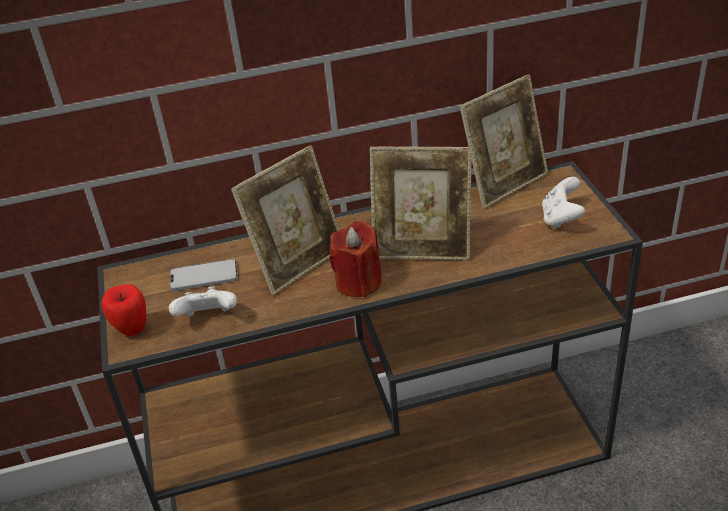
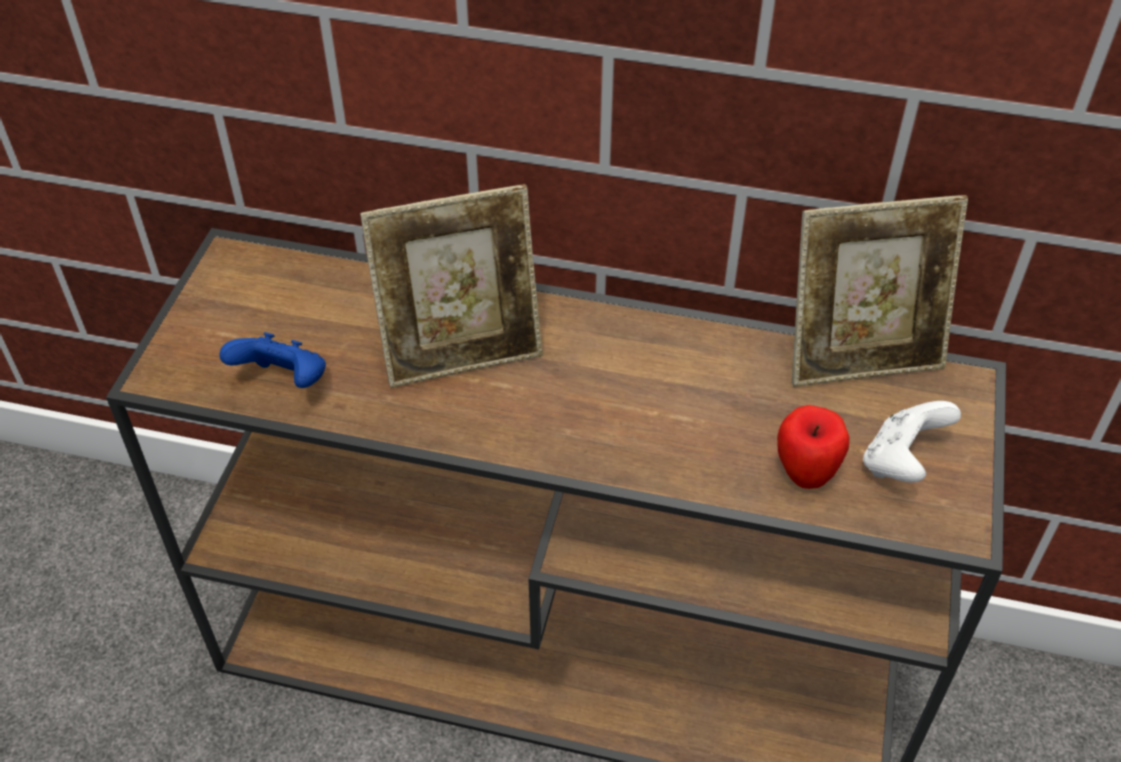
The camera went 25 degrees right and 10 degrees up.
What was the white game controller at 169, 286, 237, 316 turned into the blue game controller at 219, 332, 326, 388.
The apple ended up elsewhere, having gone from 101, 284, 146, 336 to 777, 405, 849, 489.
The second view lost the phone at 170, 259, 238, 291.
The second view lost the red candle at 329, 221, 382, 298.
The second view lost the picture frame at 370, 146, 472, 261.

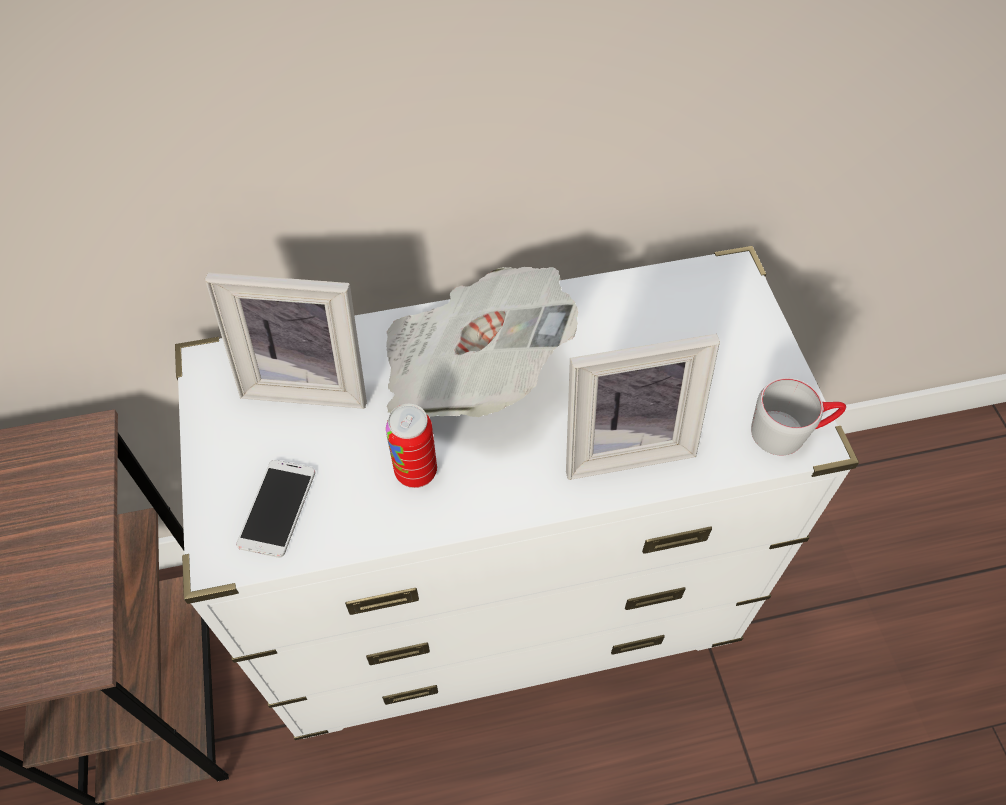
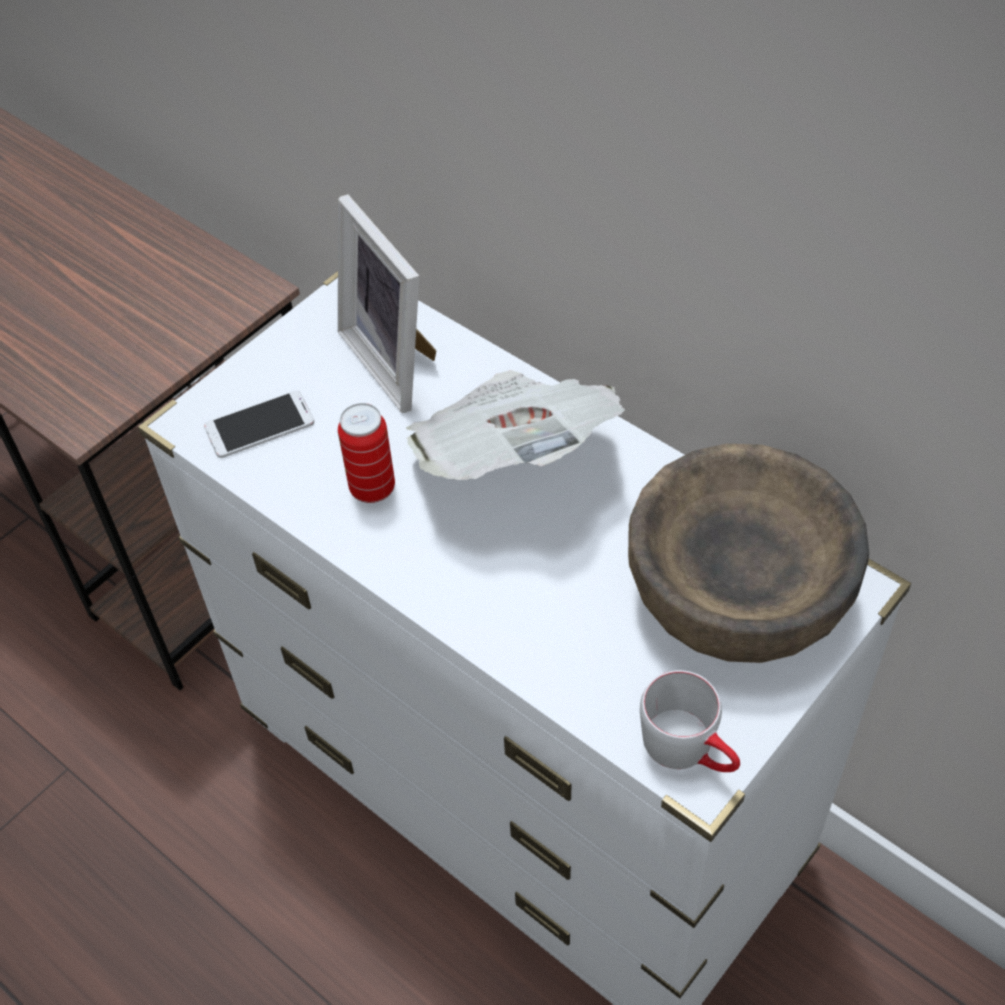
The camera went 55 degrees right and 5 degrees down.
The second view gained the brown bowl at 628, 444, 869, 663.
The second view lost the picture frame at 566, 334, 720, 480.

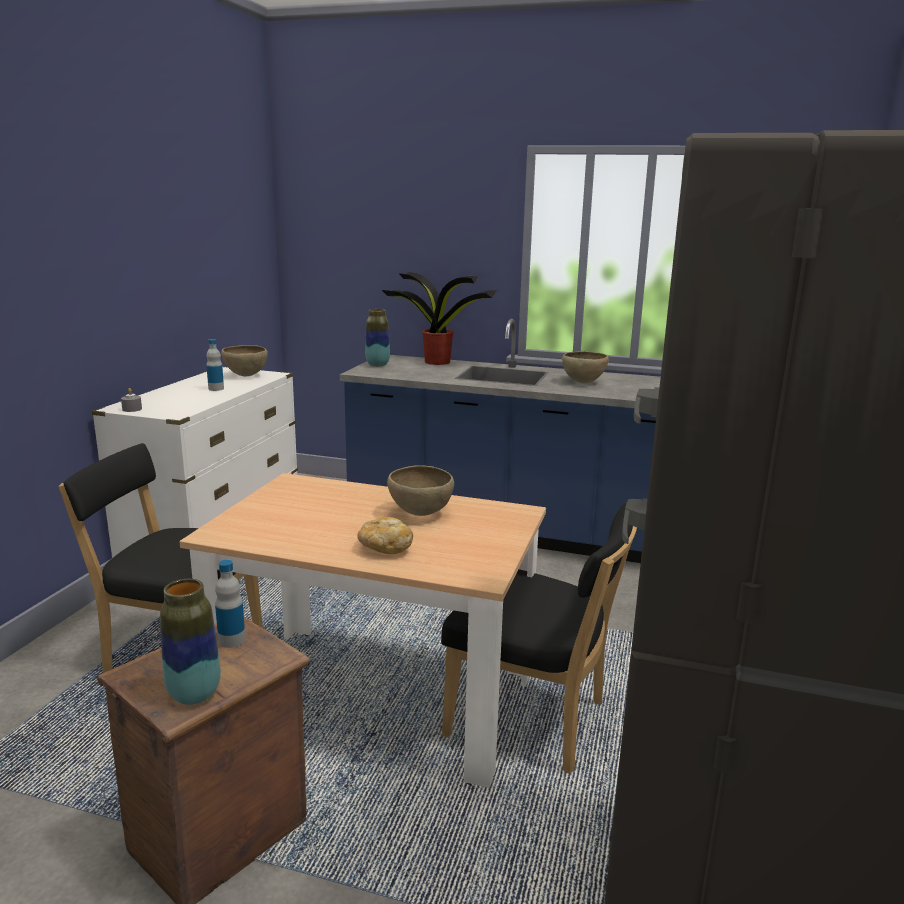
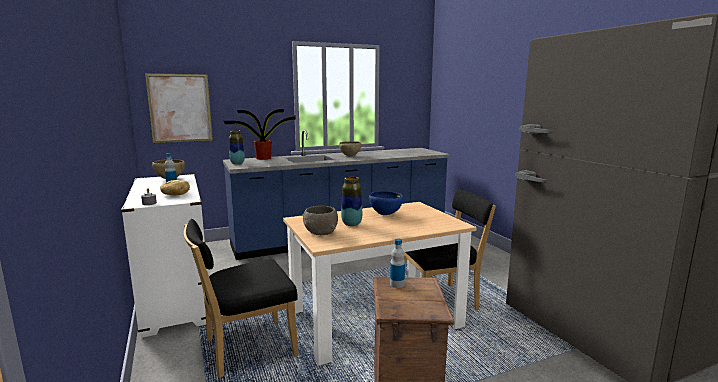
The camera went 40 degrees left and 5 degrees down.
The second view gained the picture at 145, 73, 213, 143.
The bread ended up elsewhere, having gone from 357, 517, 413, 554 to 160, 180, 190, 195.
The second view gained the grey bowl at 302, 206, 338, 235.
The vase ended up elsewhere, having gone from 160, 579, 221, 705 to 341, 177, 362, 226.
What was the brown bowl at 387, 465, 454, 516 turned into the blue bowl at 369, 191, 403, 215.

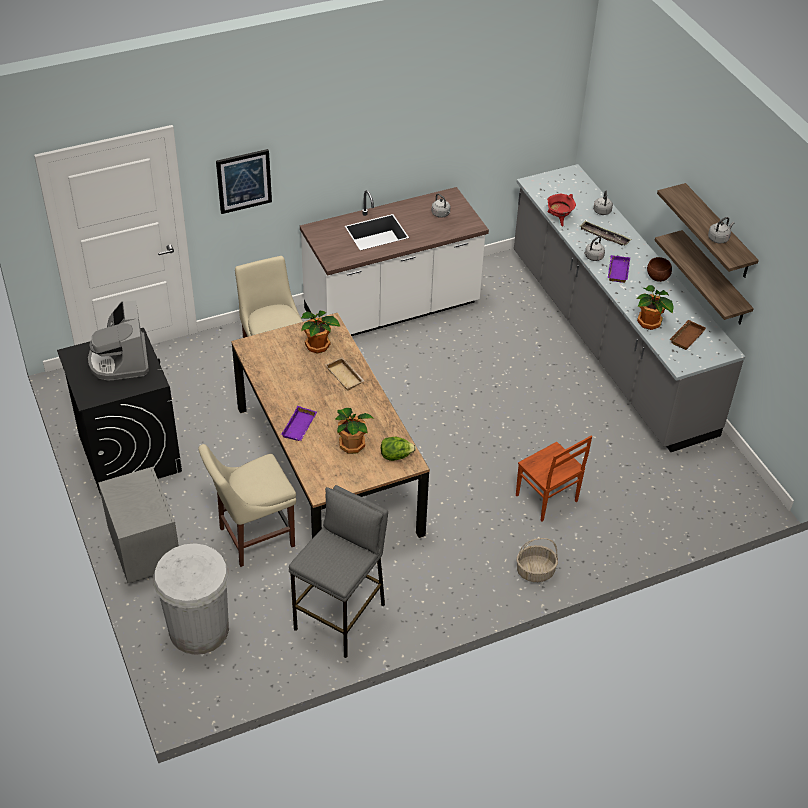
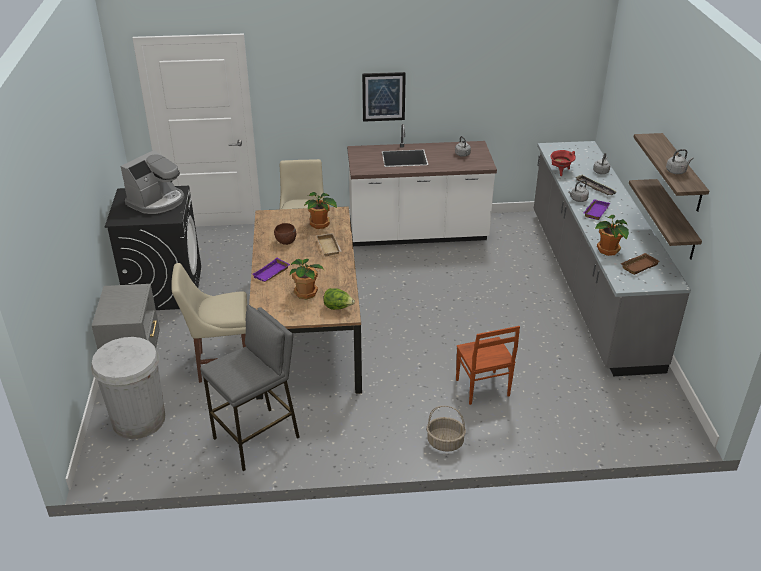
The camera went 20 degrees right and 10 degrees down.
The coffee machine at 88, 301, 149, 381 ended up facing another way, 150 degrees counterclockwise from before.
The brown bowl ended up elsewhere, having gone from 647, 257, 672, 282 to 274, 223, 296, 245.
The picture ended up elsewhere, having gone from 216, 149, 272, 214 to 362, 72, 406, 122.

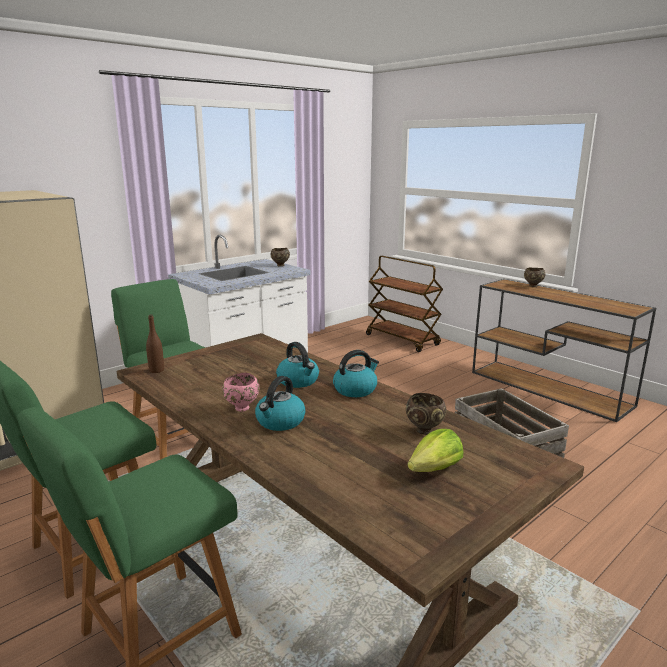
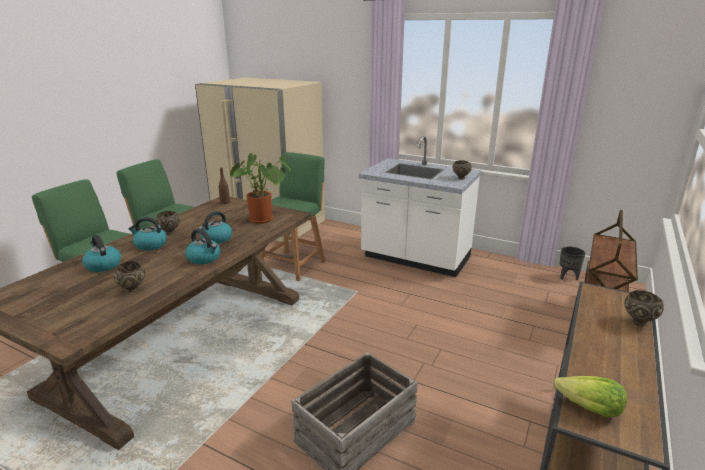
The camera went 70 degrees right and 5 degrees up.
The second view gained the kettle at 82, 235, 121, 272.
What was the pink bowl at 222, 373, 259, 412 turned into the brown bowl at 155, 211, 180, 235.
The second view gained the potted plant at 230, 153, 291, 224.
The lettuce ended up elsewhere, having gone from 407, 429, 463, 472 to 553, 376, 627, 417.
The second view gained the black planter at 559, 246, 585, 280.

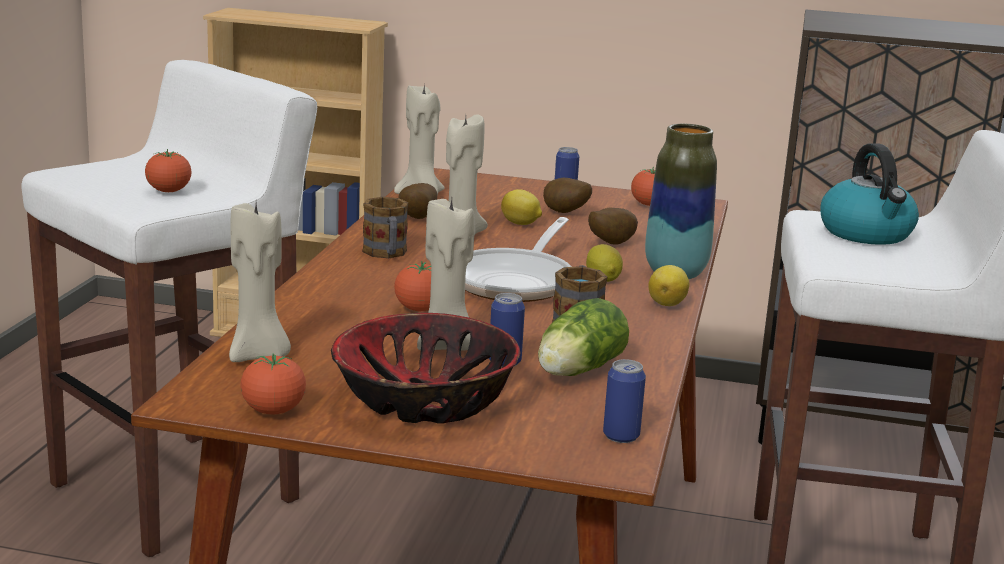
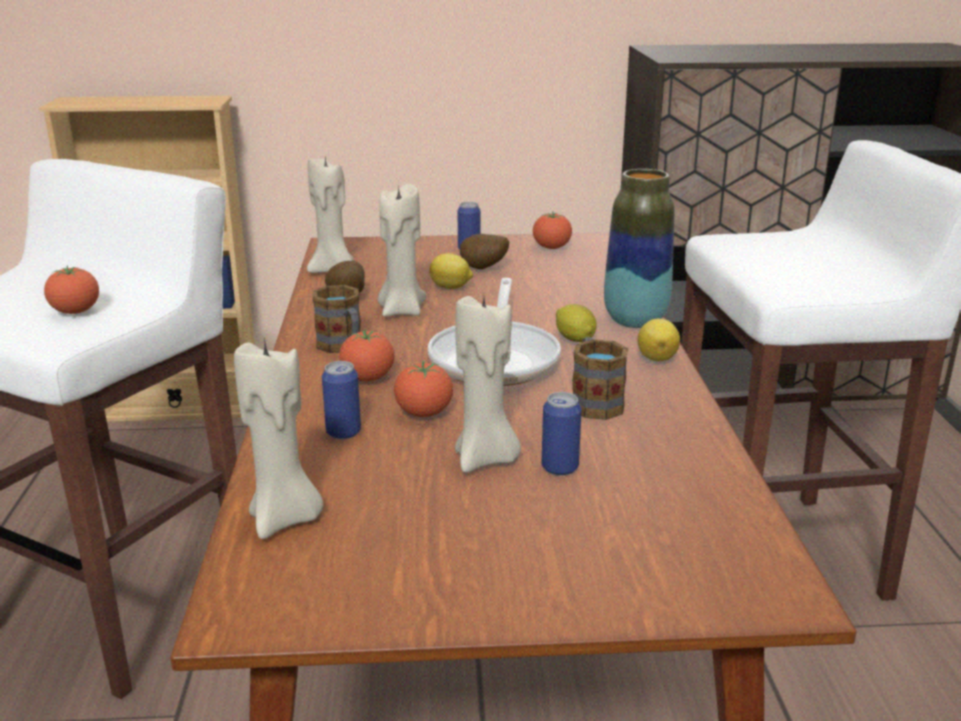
The camera went 15 degrees left and 5 degrees up.
The can ended up elsewhere, having gone from 603, 359, 646, 443 to 322, 361, 361, 439.
The tomato ended up elsewhere, having gone from 240, 354, 306, 414 to 339, 330, 394, 381.
The second view lost the bowl at 331, 313, 521, 424.
The second view lost the lettuce at 538, 298, 629, 376.
The second view lost the potato at 588, 208, 638, 244.
The second view lost the kettle at 820, 144, 919, 245.

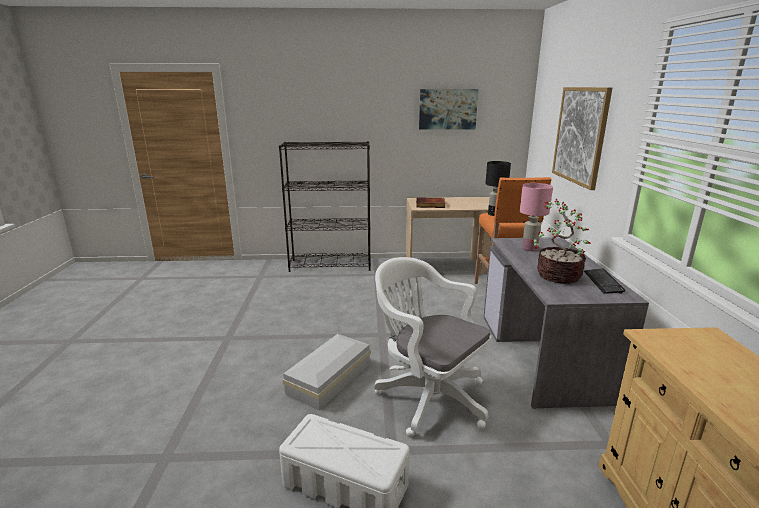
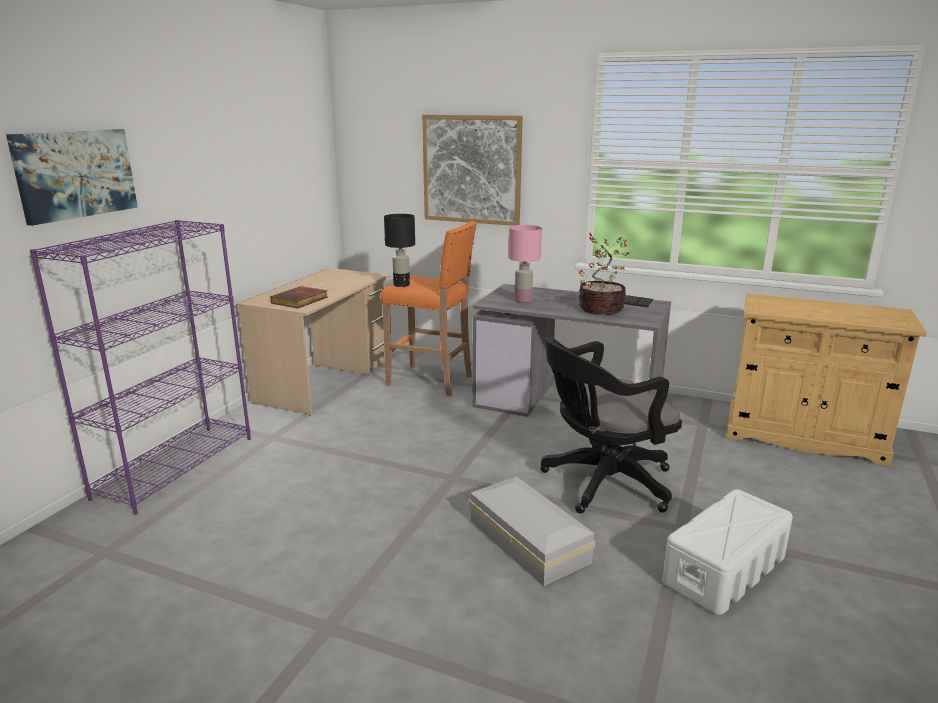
The camera went 65 degrees left and 0 degrees up.
The picture ended up elsewhere, having gone from 419, 89, 478, 130 to 6, 129, 138, 226.
What was the black bookcase at 279, 141, 371, 272 turned into the purple bookcase at 30, 220, 251, 515.
What was the white office chair at 374, 257, 491, 437 turned into the black office chair at 541, 337, 682, 513.

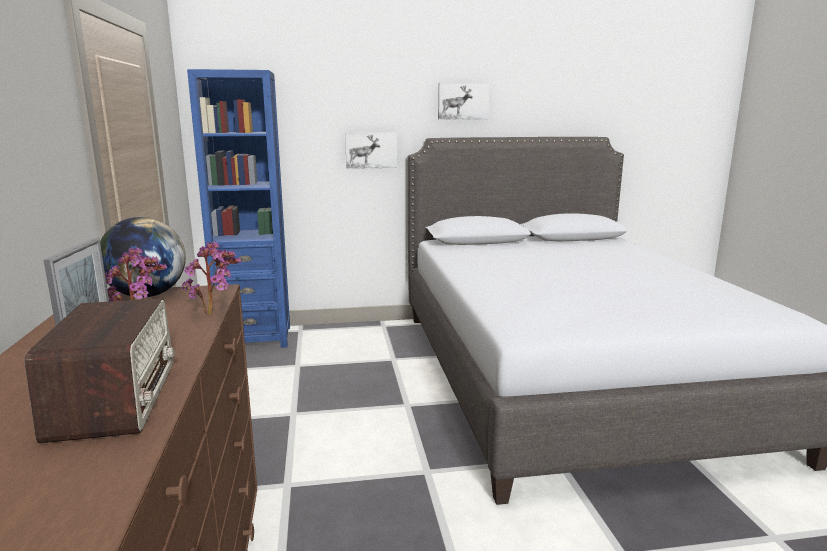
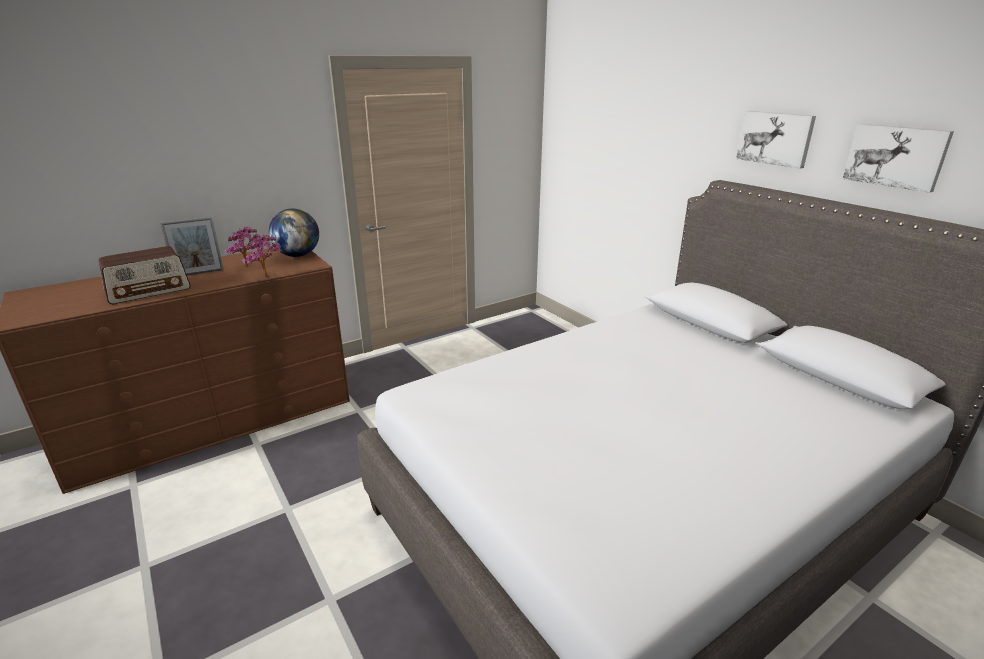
The camera went 65 degrees right and 10 degrees up.
The picture ended up elsewhere, having gone from 345, 132, 397, 169 to 843, 124, 954, 193.
The second view lost the blue bookcase at 187, 69, 290, 348.

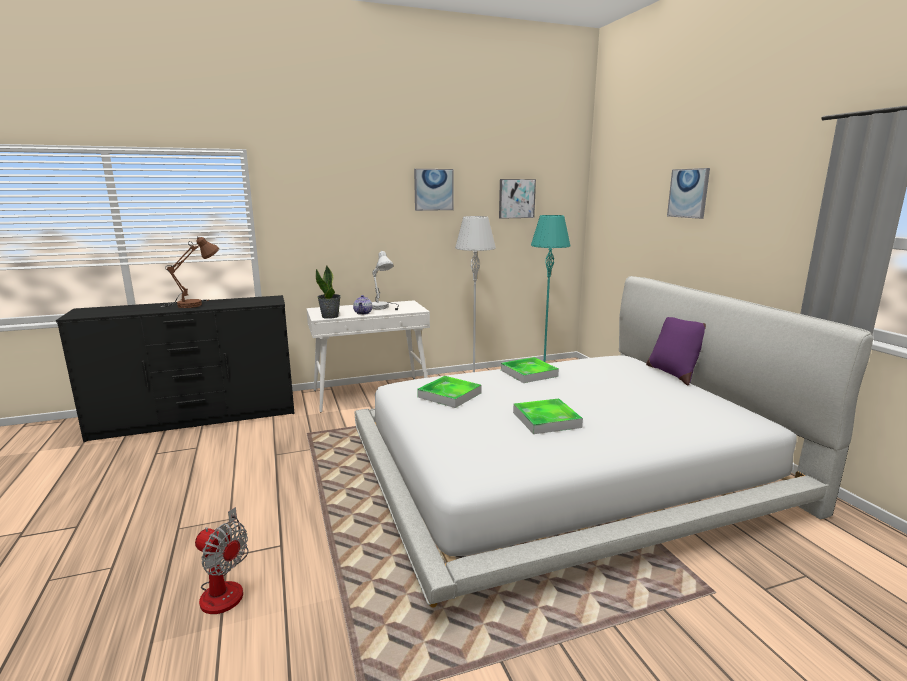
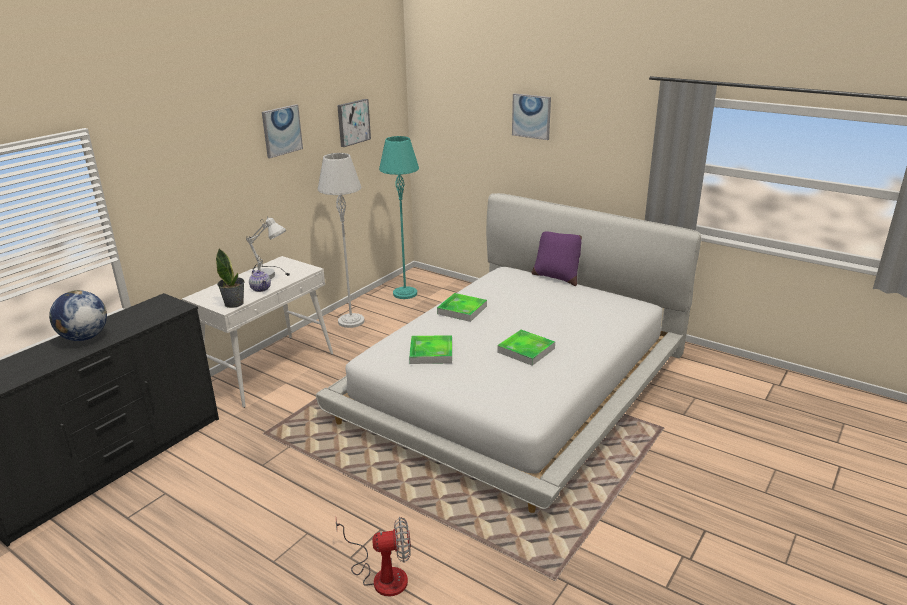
The camera went 35 degrees left and 10 degrees up.
Where the brown table lamp stood at 161, 237, 219, 308, the globe came to stand at 49, 290, 107, 341.

